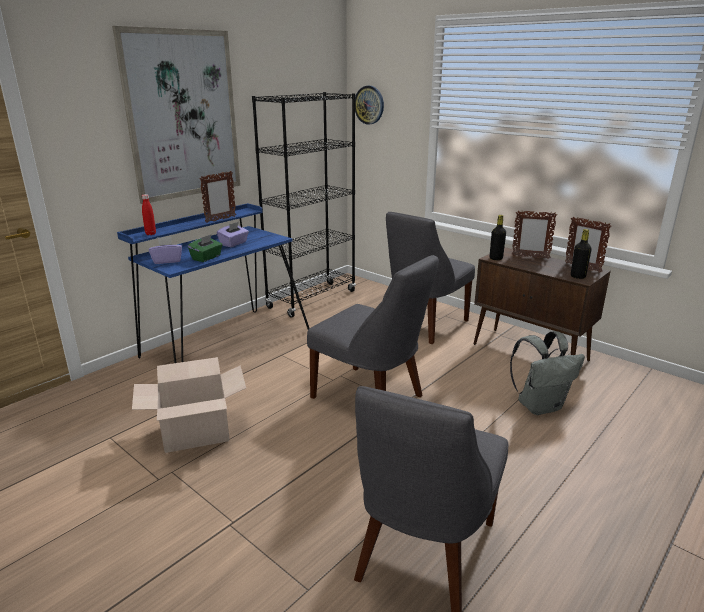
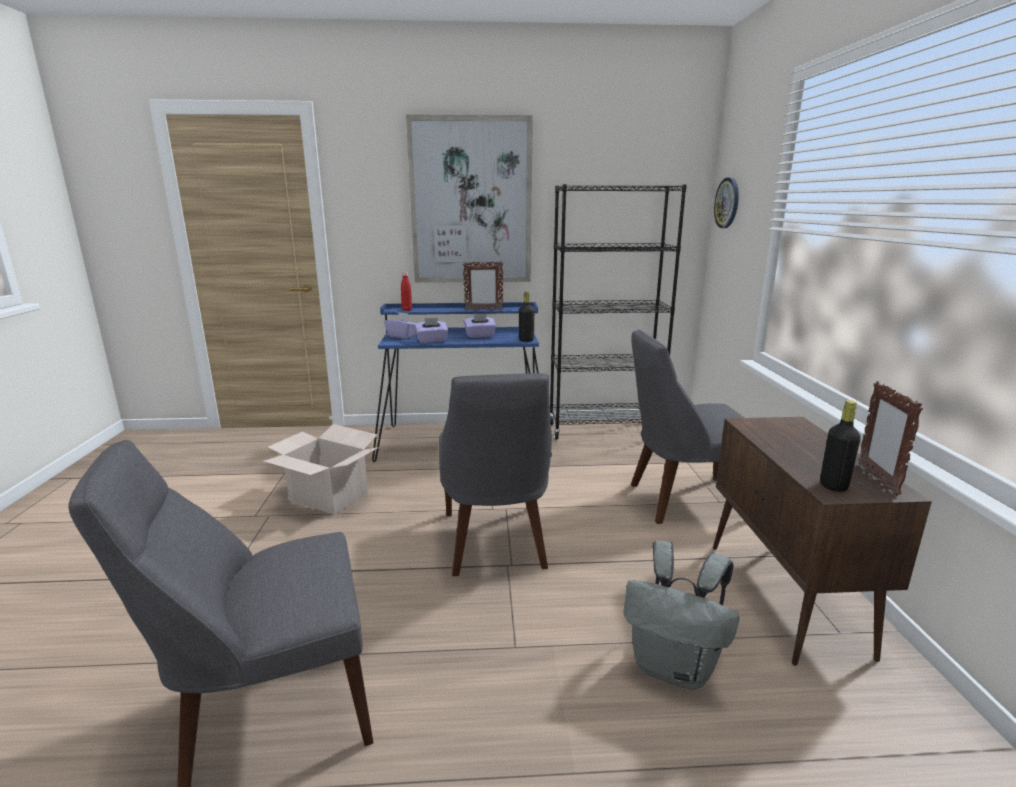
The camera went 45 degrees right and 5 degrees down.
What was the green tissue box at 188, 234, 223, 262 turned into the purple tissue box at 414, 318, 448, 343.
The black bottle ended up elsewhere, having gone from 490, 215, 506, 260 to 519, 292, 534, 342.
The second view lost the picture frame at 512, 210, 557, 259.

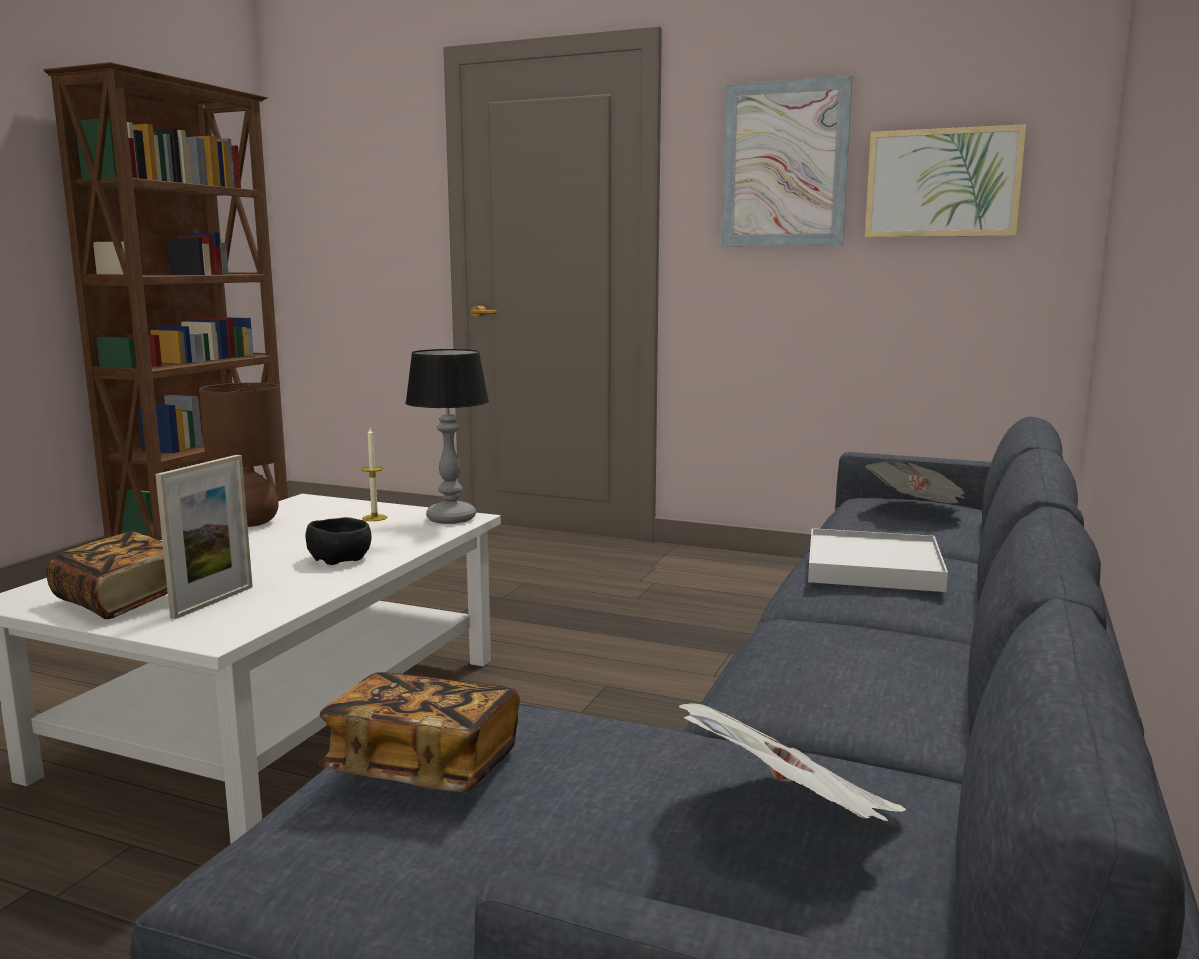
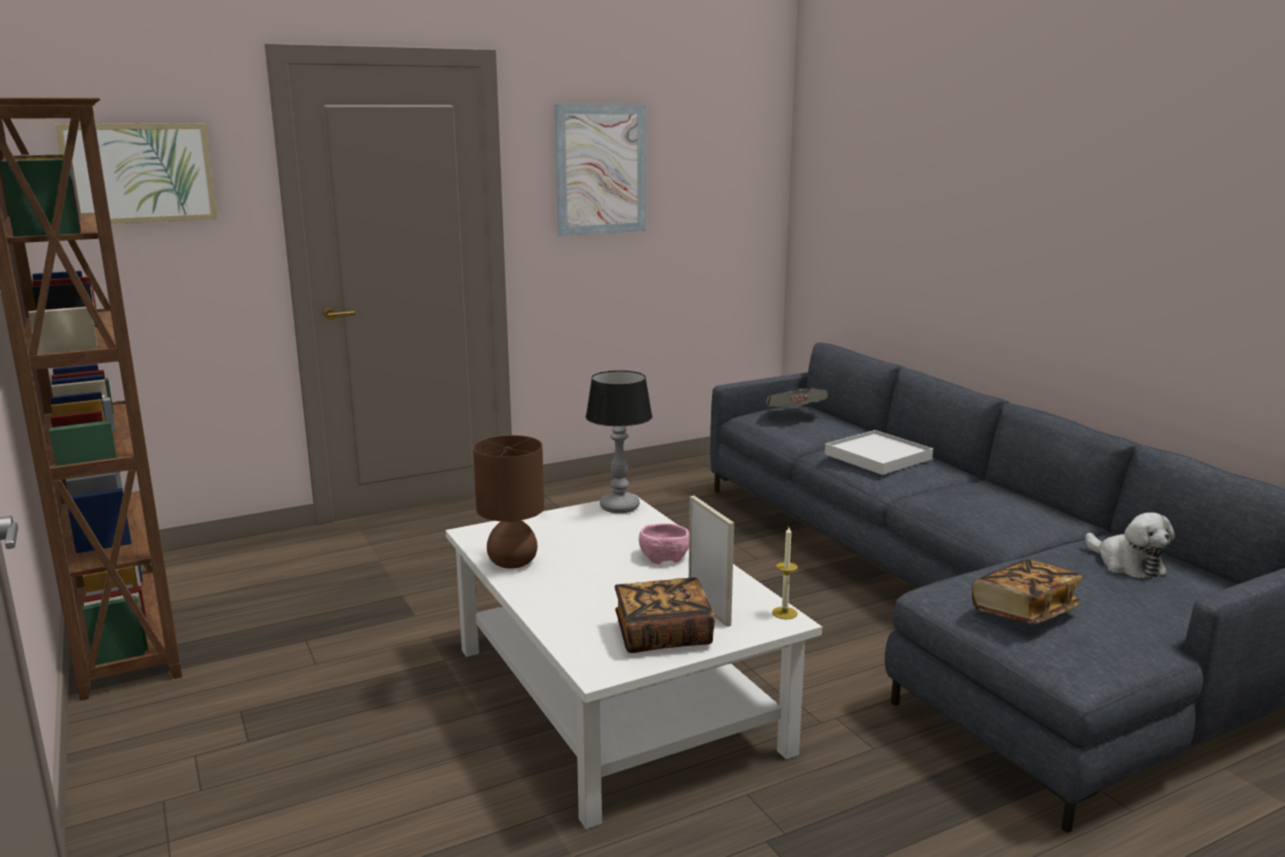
The camera went 50 degrees left and 5 degrees up.
The picture ended up elsewhere, having gone from 865, 124, 1026, 237 to 55, 123, 218, 224.
What was the black bowl at 305, 517, 372, 565 turned into the pink bowl at 639, 523, 689, 564.
The candle ended up elsewhere, having gone from 361, 428, 387, 521 to 772, 527, 798, 619.
Where the newspaper stood at 679, 703, 906, 821, the plush toy came to stand at 1085, 513, 1175, 580.

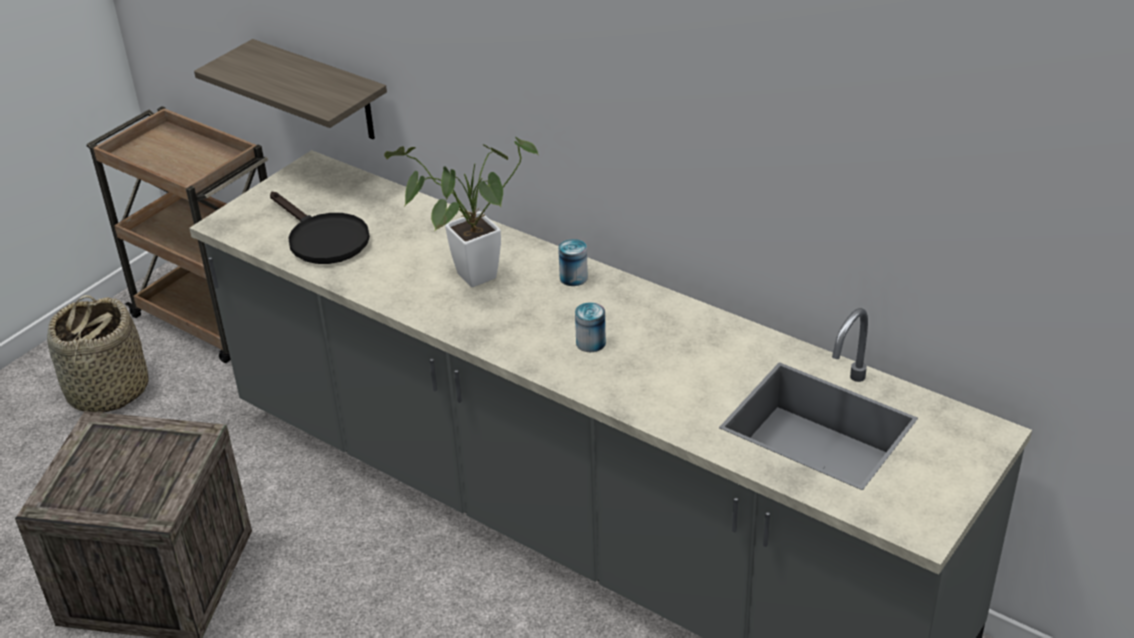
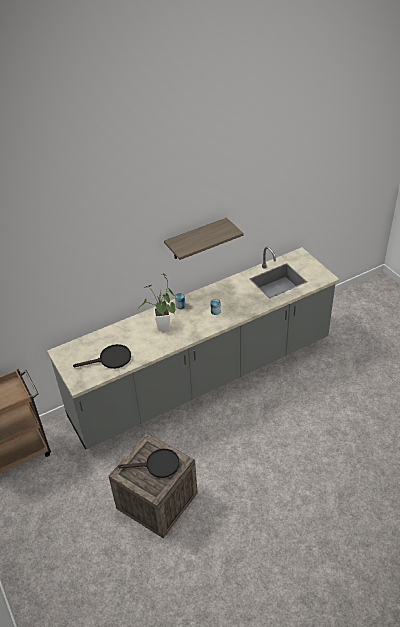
The camera went 65 degrees left and 5 degrees up.
The second view gained the black frying pan at 118, 448, 180, 478.
The shelf ended up elsewhere, having gone from 194, 39, 387, 139 to 164, 218, 244, 260.
The second view lost the basket at 47, 295, 149, 413.

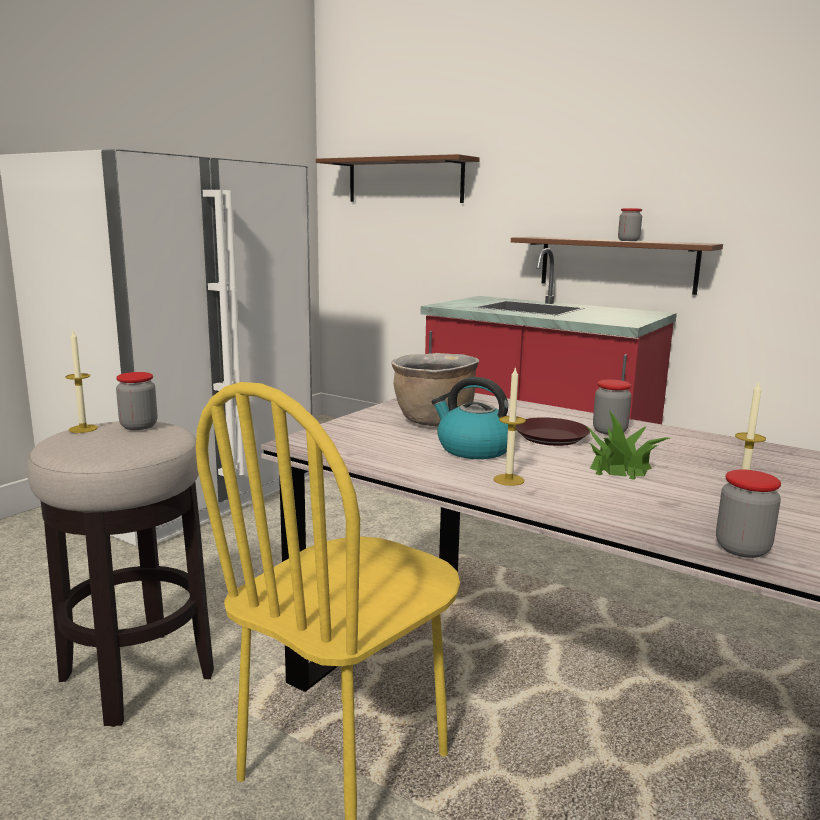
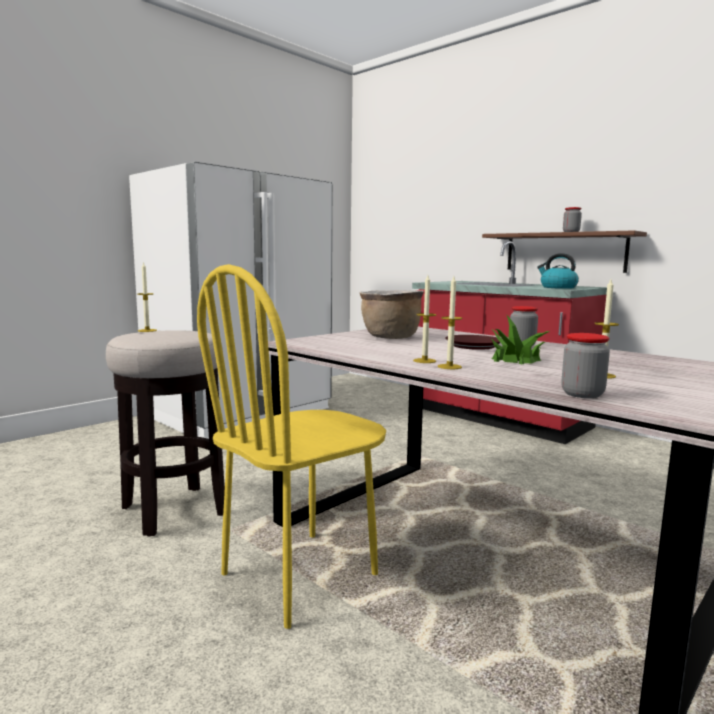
The camera went 10 degrees right and 5 degrees down.
The second view gained the candle at 437, 276, 463, 369.
The kettle ended up elsewhere, having gone from 432, 377, 508, 459 to 537, 253, 579, 289.
The second view lost the jar at 116, 372, 157, 430.
The second view lost the brown shelf at 316, 154, 480, 203.

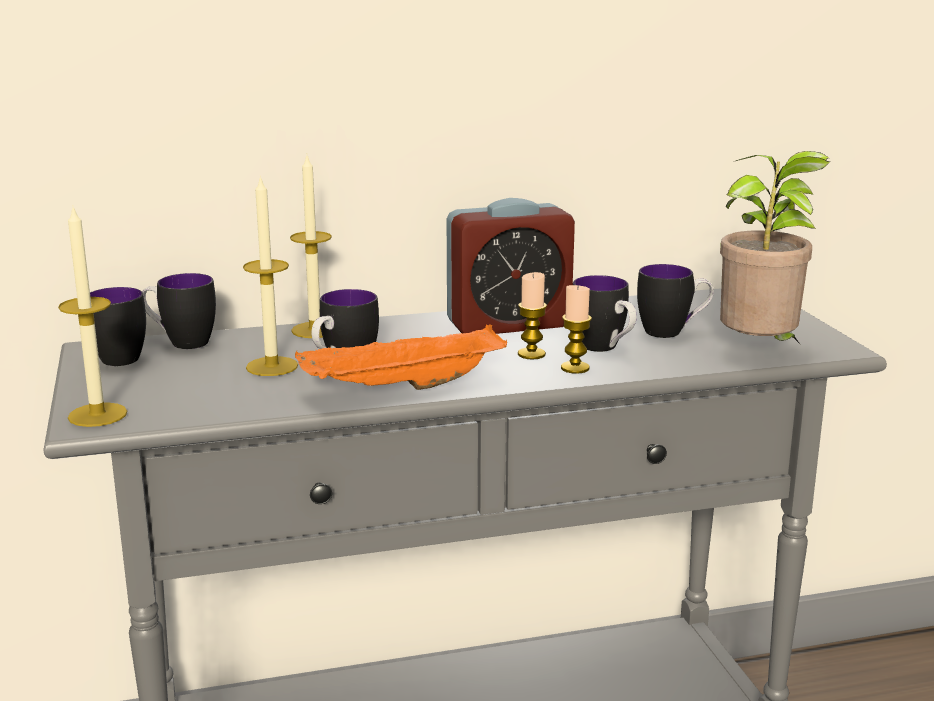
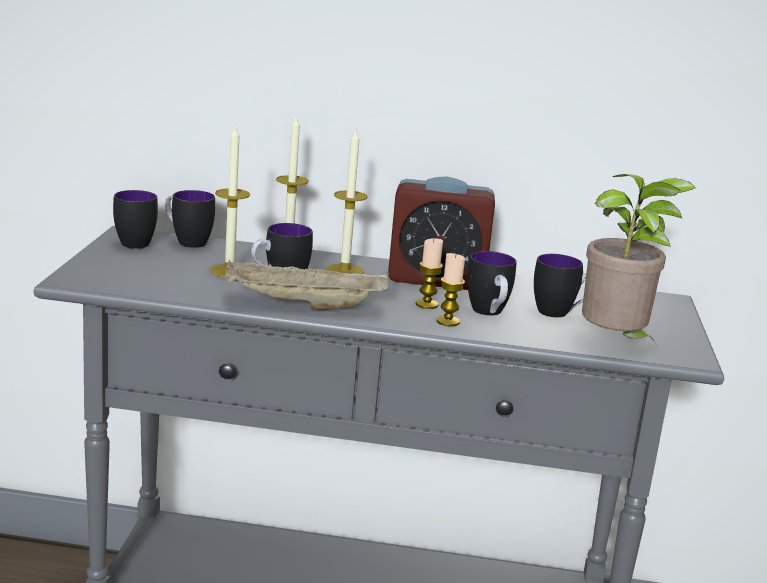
The camera went 20 degrees right and 0 degrees up.
What was the orange tray at 295, 324, 507, 390 turned into the beige tray at 225, 260, 389, 310.
The candle ended up elsewhere, having gone from 58, 205, 127, 427 to 326, 130, 367, 274.

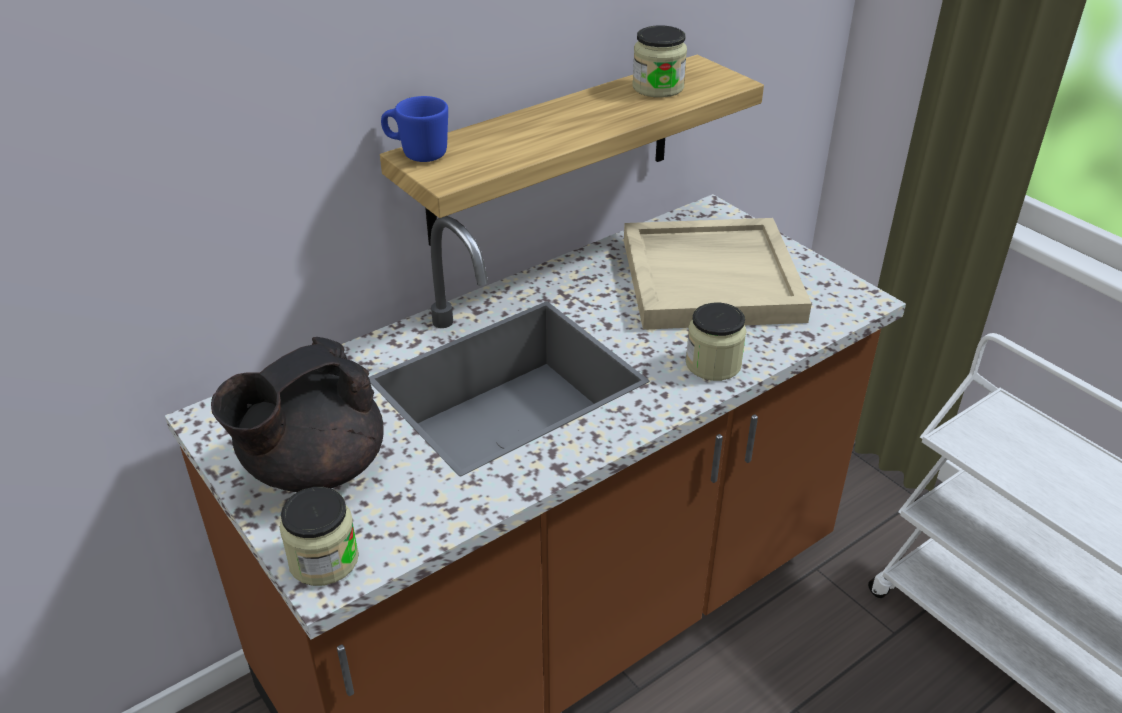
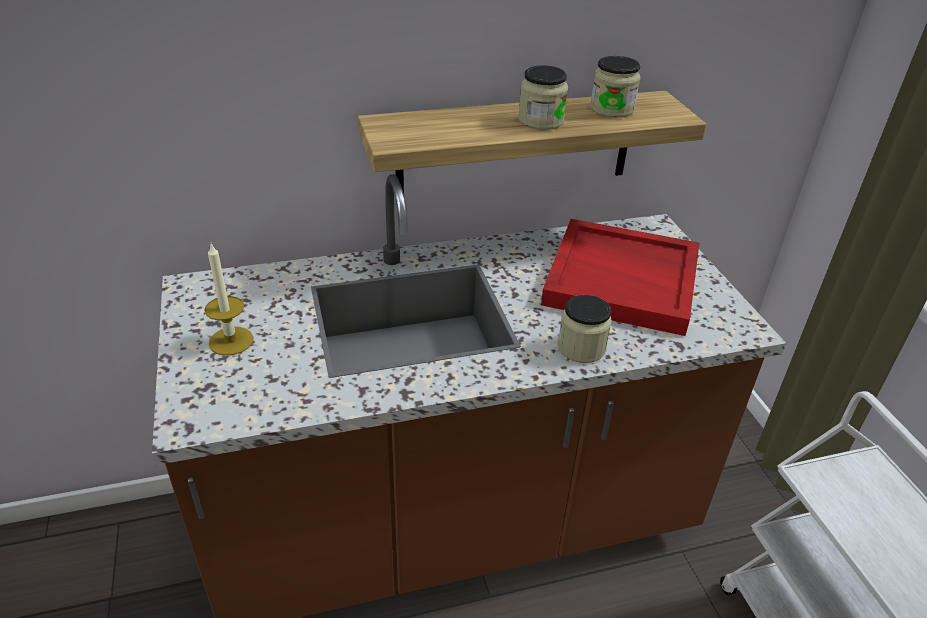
The camera went 20 degrees right and 0 degrees up.
Where the black teapot stood at 211, 337, 384, 492, the candle came to stand at 204, 242, 254, 356.
The jar ended up elsewhere, having gone from 279, 487, 359, 586 to 518, 65, 568, 130.
What was the beige tray at 624, 218, 812, 330 turned into the red tray at 541, 219, 699, 336.
The second view lost the blue mug at 381, 96, 448, 162.

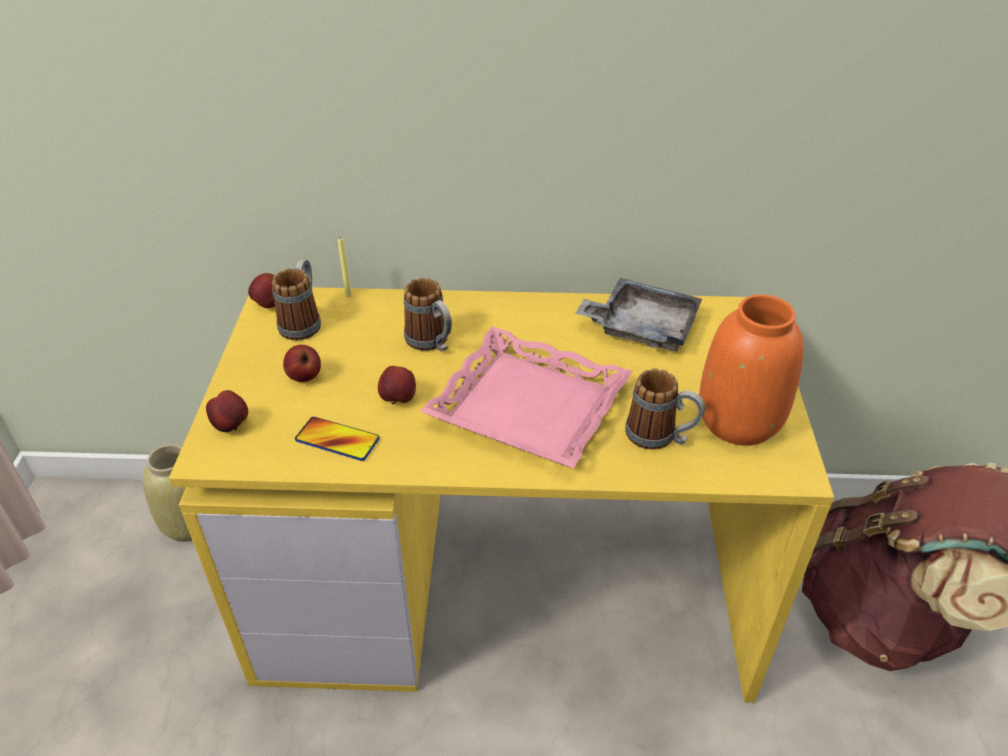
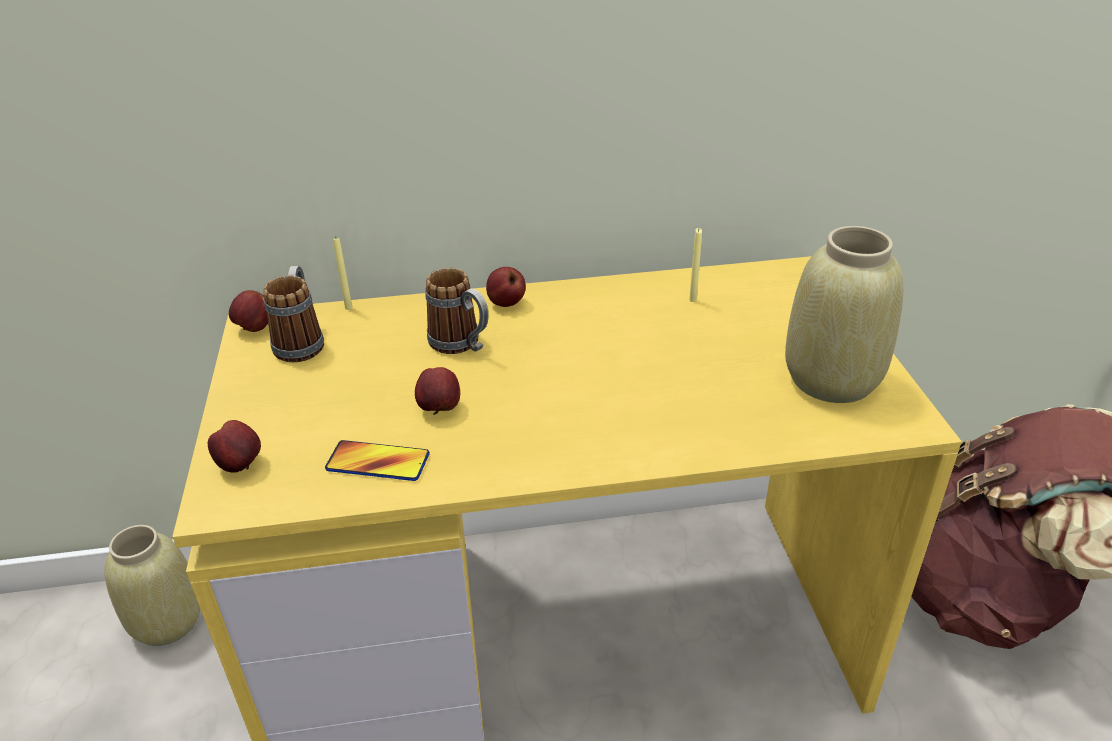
The camera went 10 degrees left and 5 degrees down.
The apple ended up elsewhere, having gone from 283, 345, 321, 382 to 486, 267, 526, 307.
Where the grey tray stood at 575, 278, 702, 352, the yellow candle came to stand at 689, 228, 702, 302.
What was the orange vase at 699, 295, 804, 446 turned into the beige vase at 785, 226, 903, 403.
The second view lost the pink tray at 420, 326, 633, 468.
The second view lost the mug at 625, 369, 705, 450.

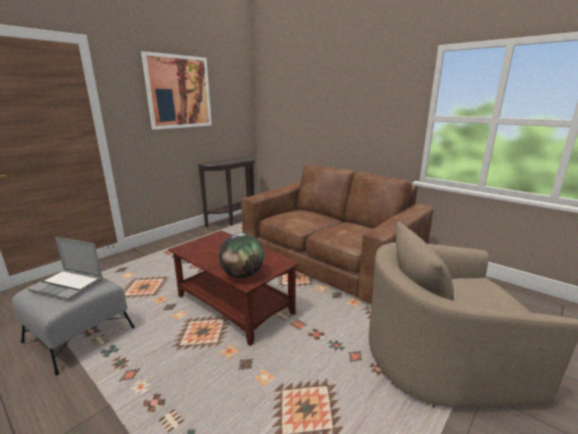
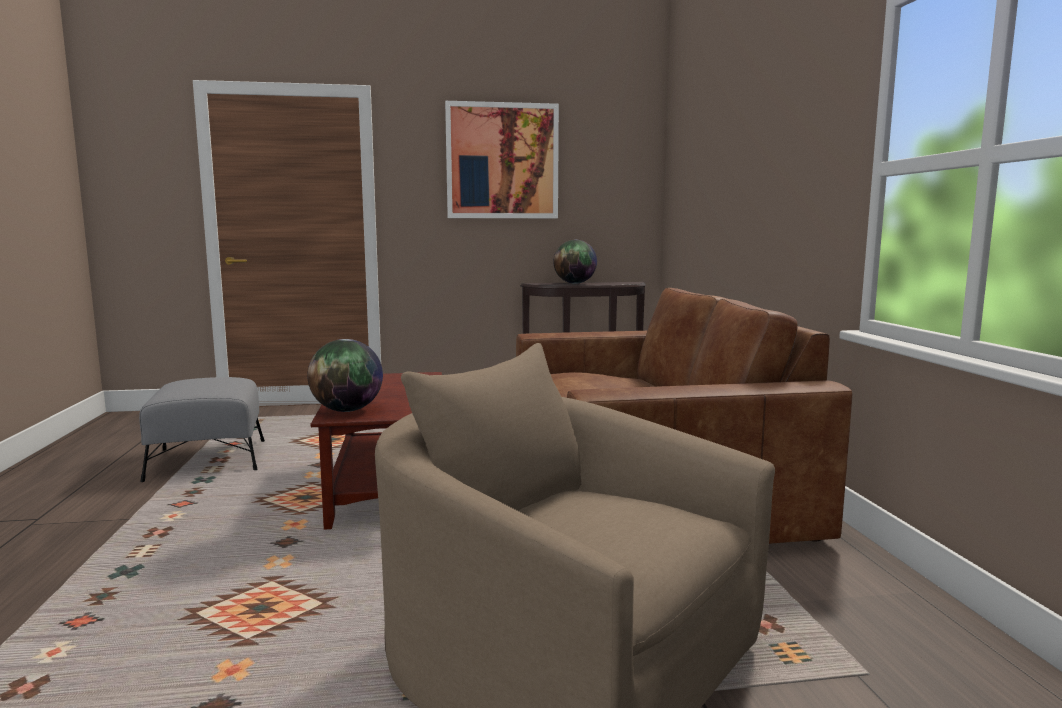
The camera went 40 degrees right and 10 degrees down.
The second view gained the globe at 553, 240, 597, 284.
The second view lost the laptop at 28, 237, 103, 301.

